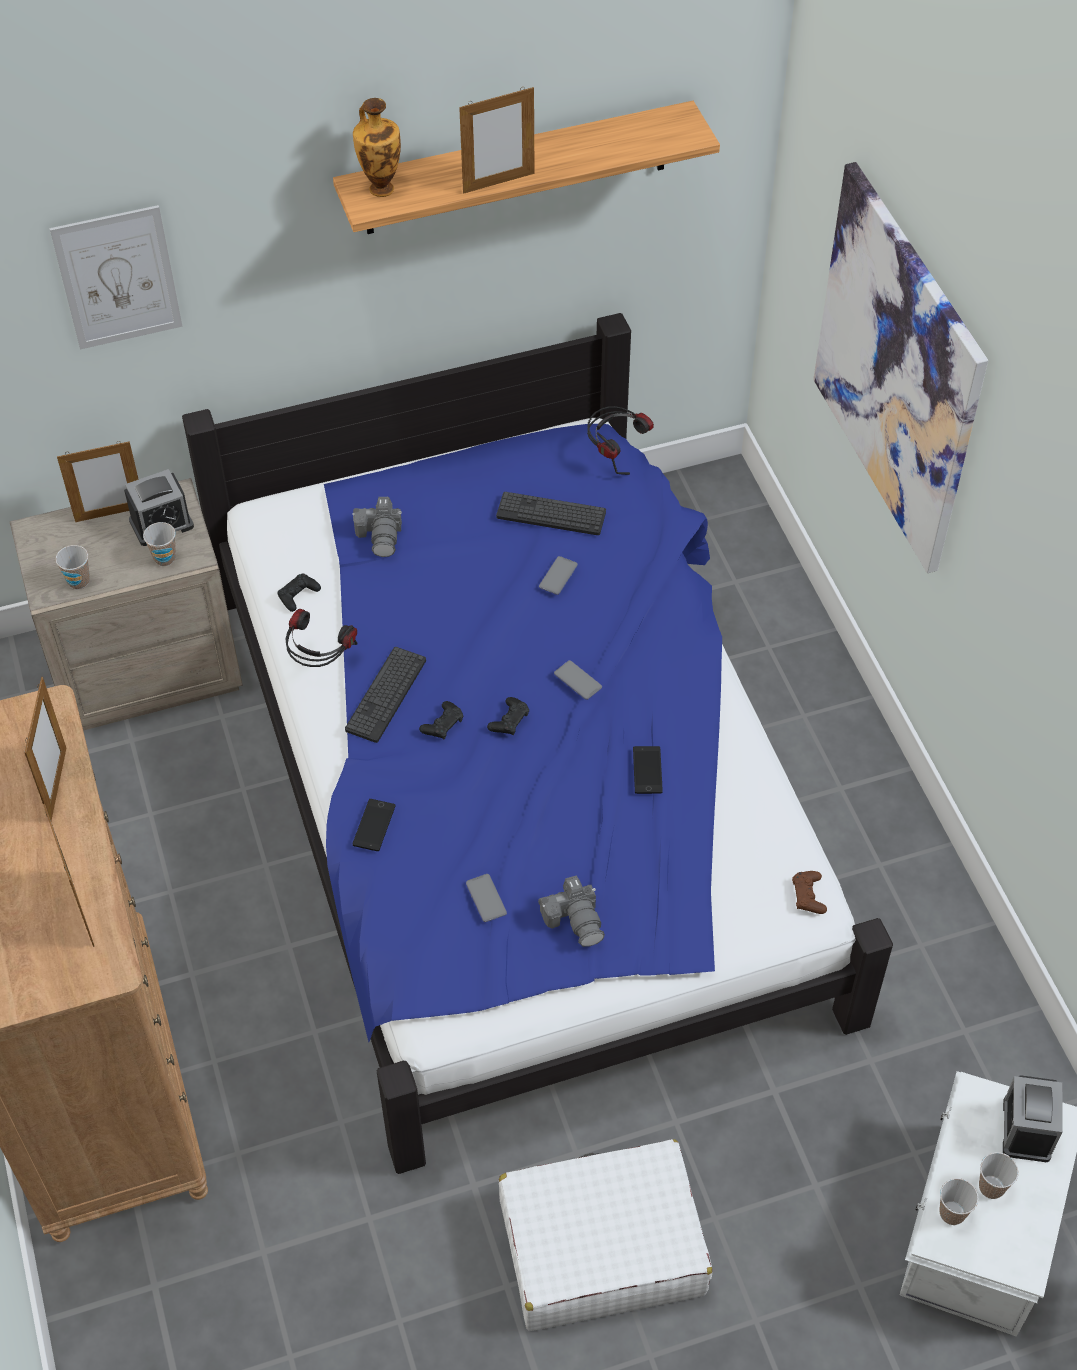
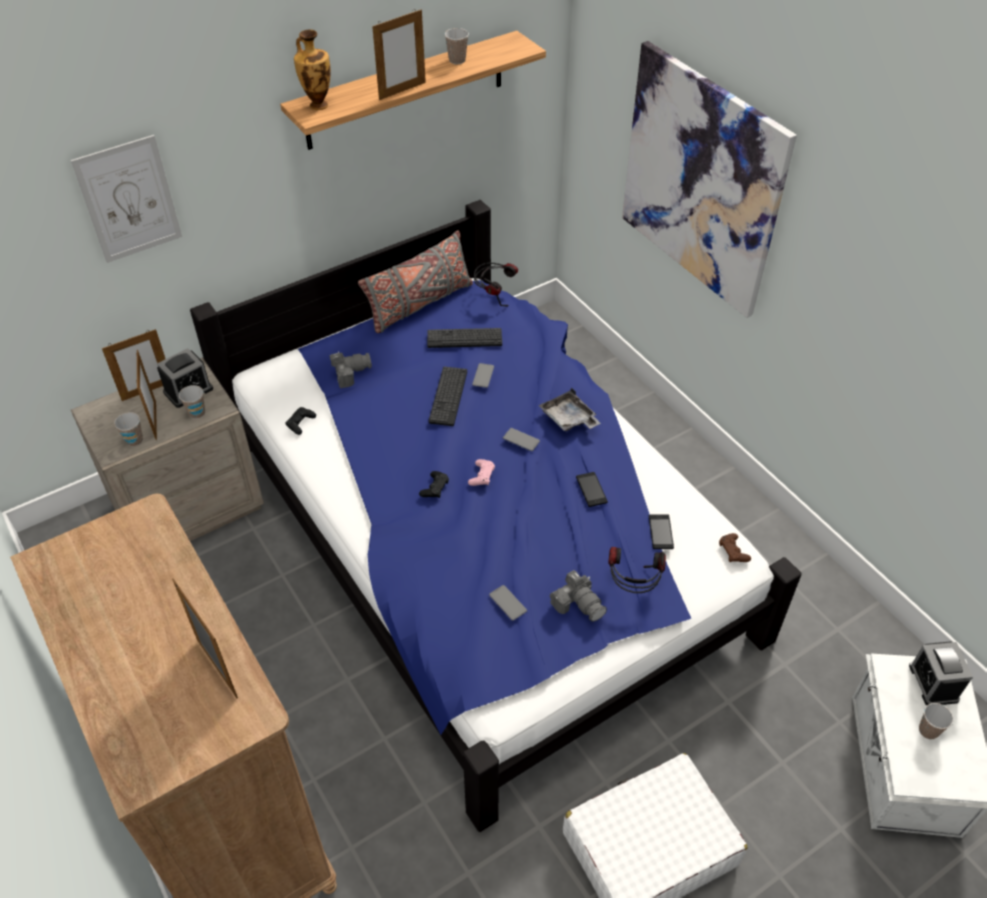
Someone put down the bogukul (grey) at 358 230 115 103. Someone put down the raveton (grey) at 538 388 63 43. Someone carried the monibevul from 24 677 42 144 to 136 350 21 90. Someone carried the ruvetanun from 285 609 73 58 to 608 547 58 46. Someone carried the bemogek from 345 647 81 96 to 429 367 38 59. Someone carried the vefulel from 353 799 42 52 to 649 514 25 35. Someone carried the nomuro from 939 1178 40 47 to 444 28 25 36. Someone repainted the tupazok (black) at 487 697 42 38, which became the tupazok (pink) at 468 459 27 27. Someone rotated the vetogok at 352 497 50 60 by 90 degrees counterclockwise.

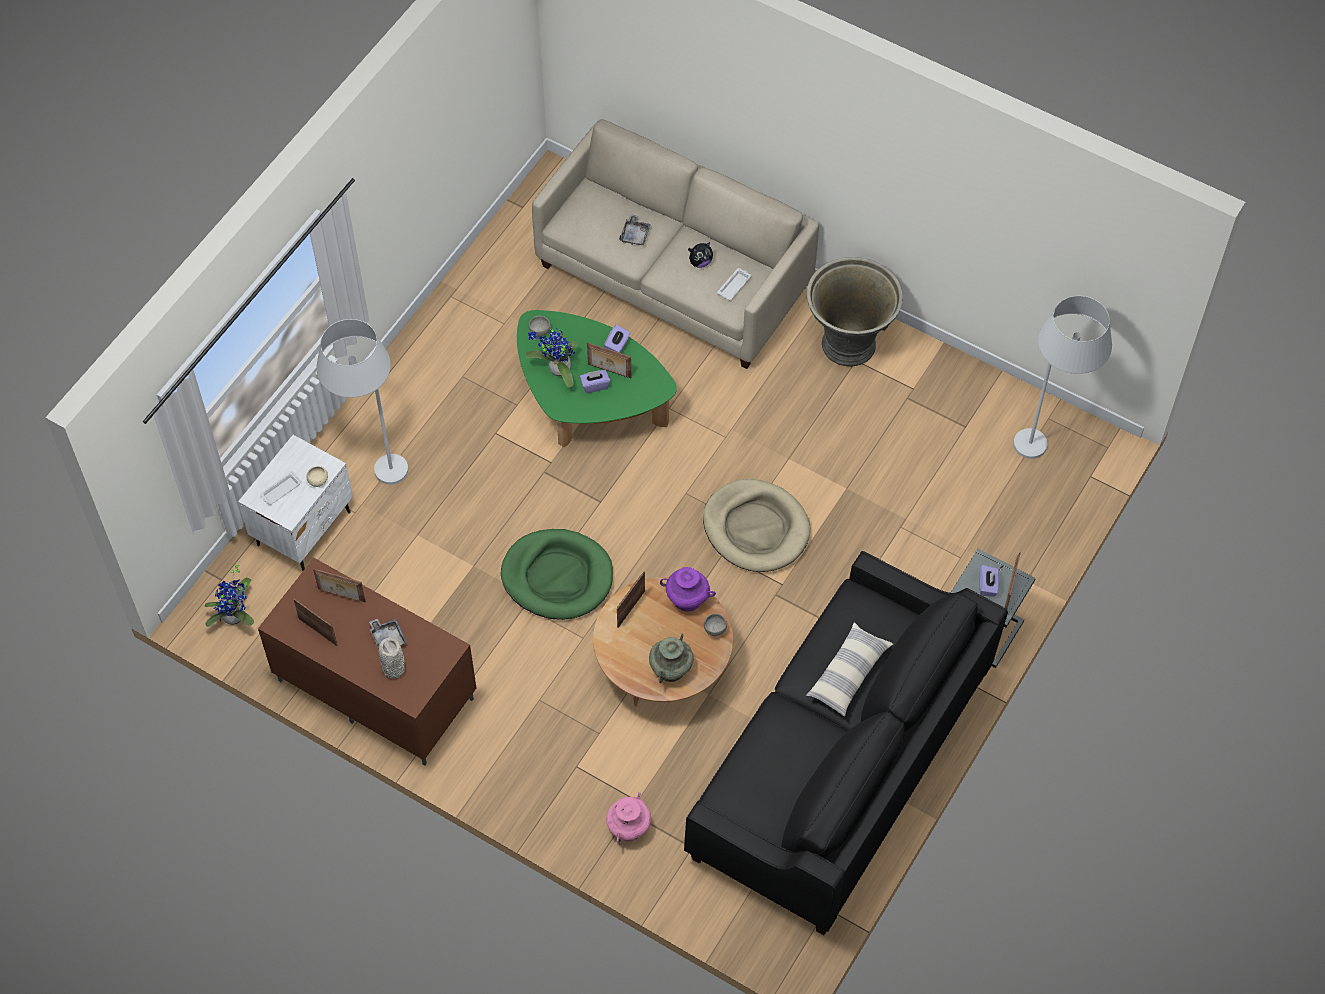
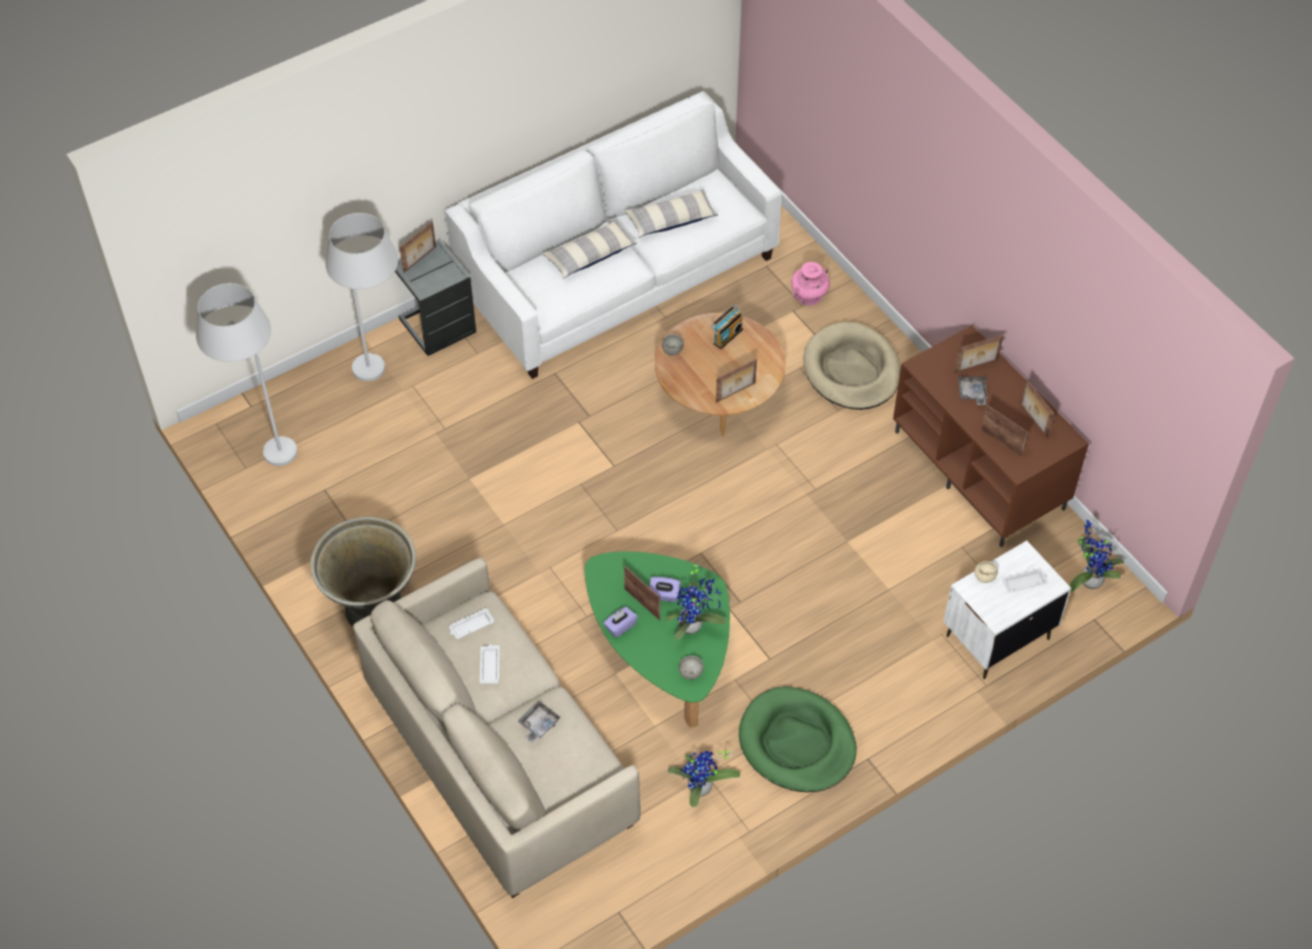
Someone took away the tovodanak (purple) at 660 567 56 44. Someone took away the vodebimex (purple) at 980 565 19 31. Someone put down the bogukul at 624 189 94 49. Someone put down the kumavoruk at 668 750 72 57. Someone carried the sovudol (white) from 316 319 92 166 to 325 213 73 168. Someone carried the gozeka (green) from 501 529 112 91 to 739 687 118 105. Someone carried the gozeka (beige) from 703 479 108 93 to 803 322 98 88. Someone swapped the tovodanak (grey) at 379 637 26 42 for the monibevul at 954 335 49 38. Someone swapped the tovodanak (turquoise) at 649 634 45 49 for the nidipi at 711 305 32 44. Someone swapped the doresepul at 688 242 25 26 for the raveton (white) at 480 644 20 40. Someone repainted the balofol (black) at 684 551 324 384, which became the balofol (white) at 444 91 338 288.

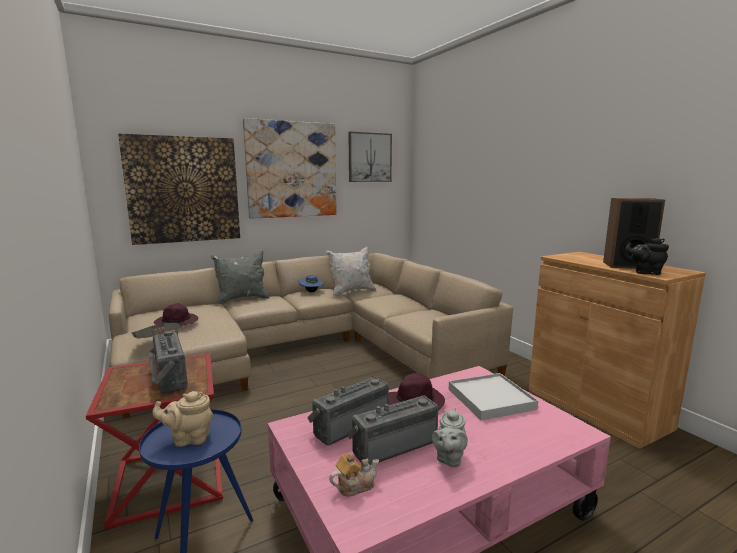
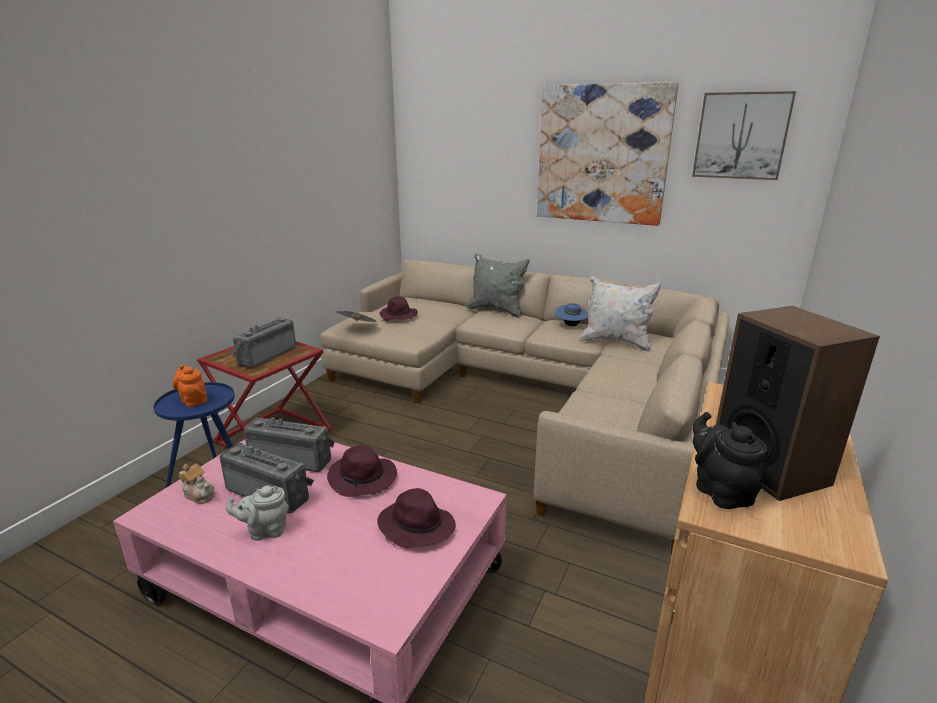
Someone took away the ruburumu at 118 134 122 111. Someone swapped the raveton (white) at 449 373 89 47 for the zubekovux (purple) at 377 488 79 60. Someone repainted the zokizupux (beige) at 152 391 61 56, which became the zokizupux (orange) at 173 365 34 42.

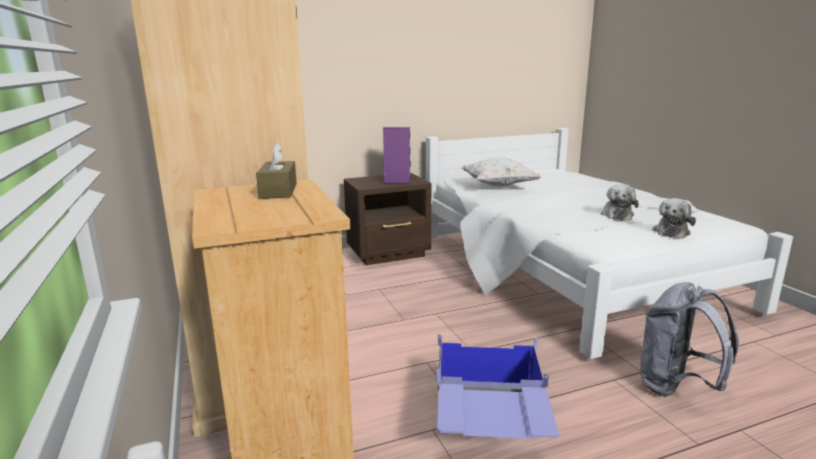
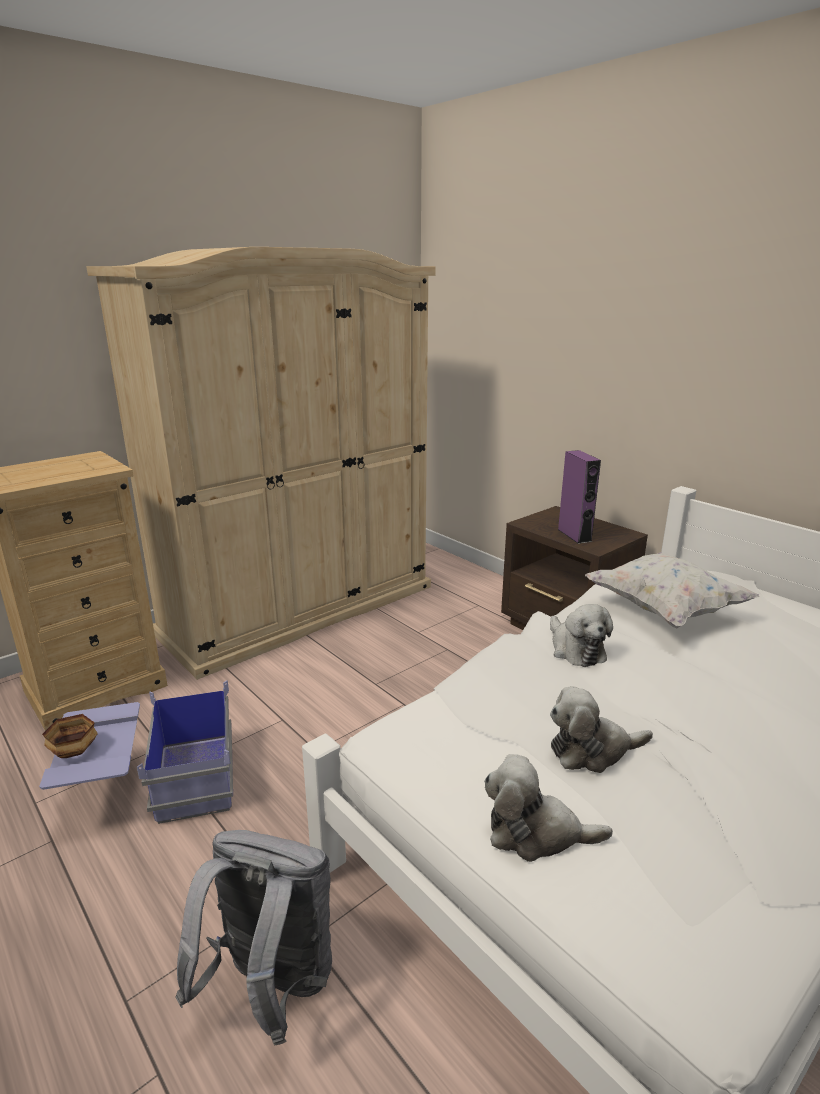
Someone took away the vodebimex (brown) at 256 142 41 57. Someone put down the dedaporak at 42 714 56 44. Someone put down the doresepul at 550 604 63 63.

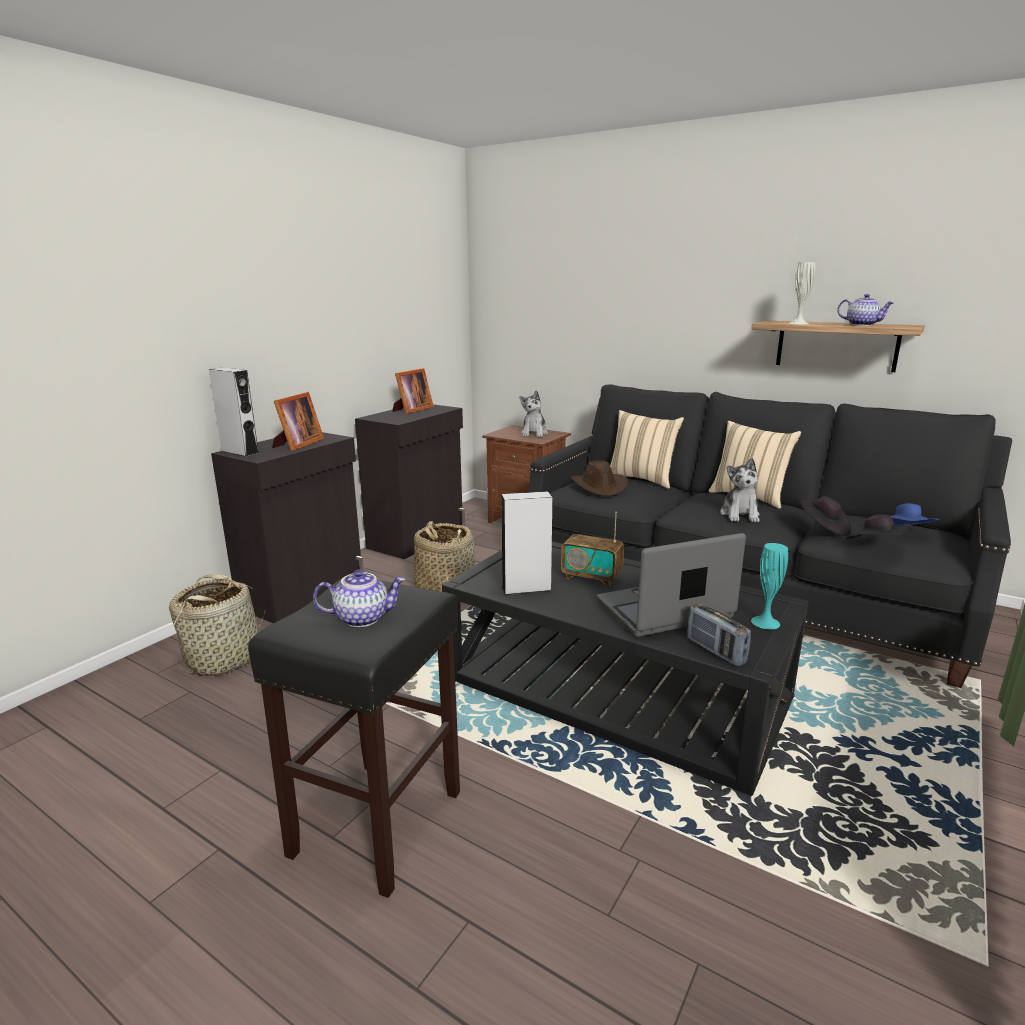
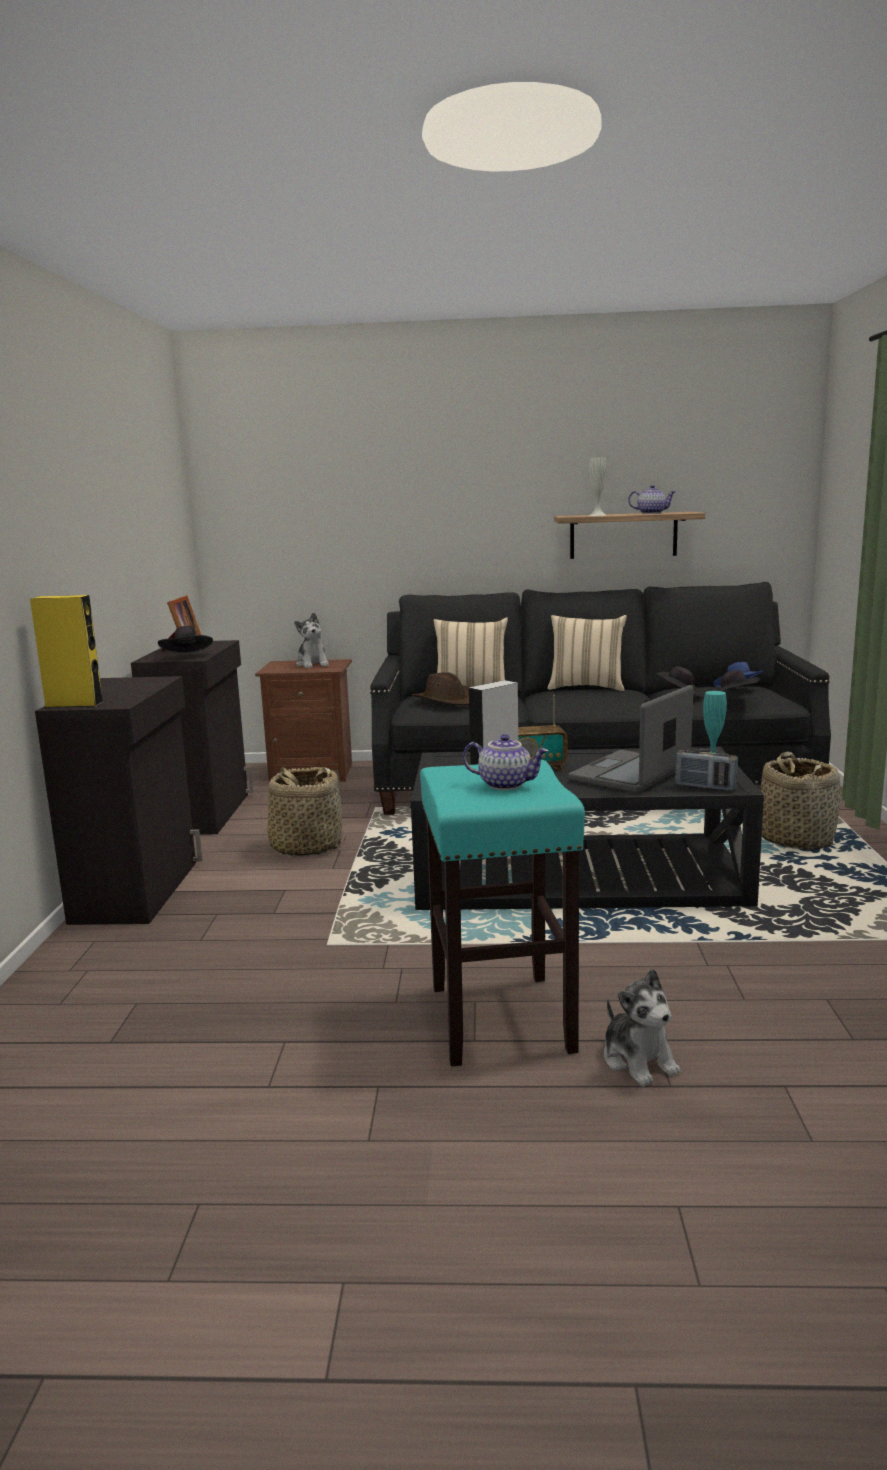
Someone took away the monibevul at 272 392 52 59. Someone put down the zubekovux (black) at 158 626 55 27. Someone carried the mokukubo from 169 574 96 102 to 761 751 80 99. Someone carried the doresepul from 720 458 40 64 to 604 969 77 117. Someone repainted the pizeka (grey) at 209 367 50 90, which became the pizeka (yellow) at 30 595 73 113. Someone repainted the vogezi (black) at 248 575 212 323, which became the vogezi (turquoise) at 420 760 165 306. Someone rotated the zokizupux at 313 570 93 57 by 60 degrees clockwise.

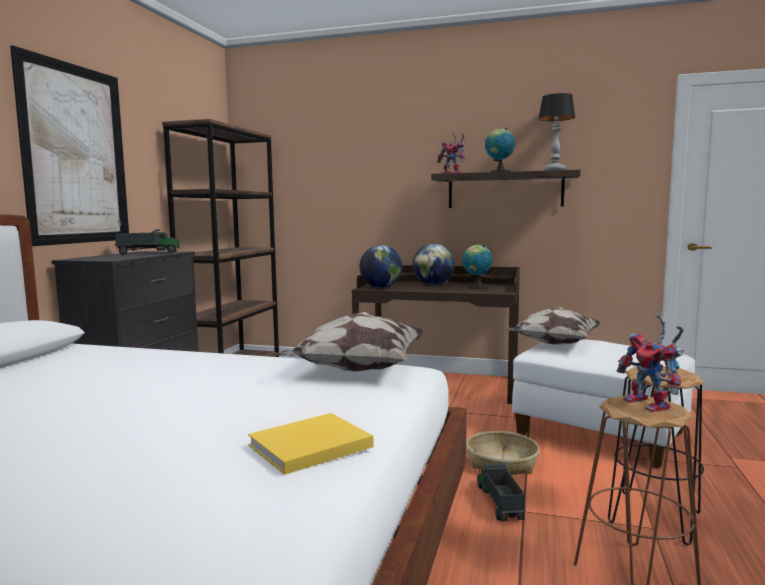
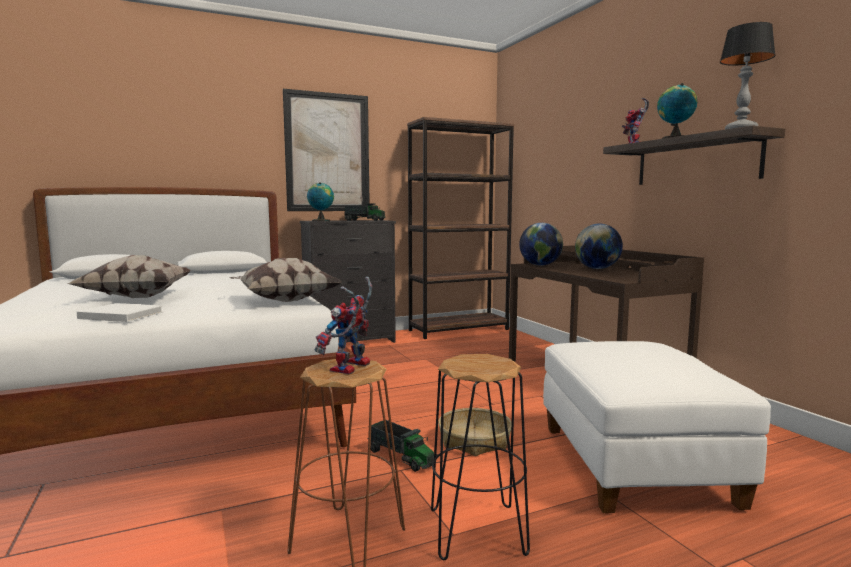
Someone carried the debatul from 462 245 31 44 to 307 182 27 40. Someone carried the bogukul from 505 307 96 38 to 67 255 124 43. Someone repainted the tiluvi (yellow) at 248 413 125 62, which became the tiluvi (white) at 77 303 86 19. Someone rotated the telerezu at 477 464 49 58 by 90 degrees clockwise.

